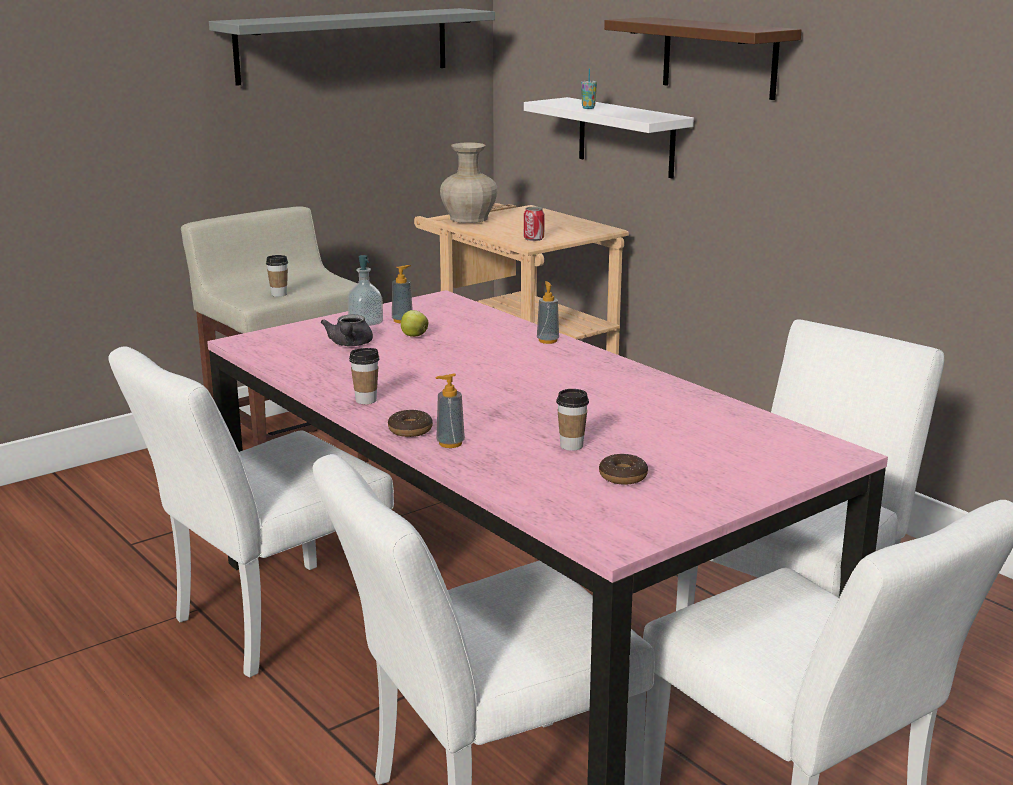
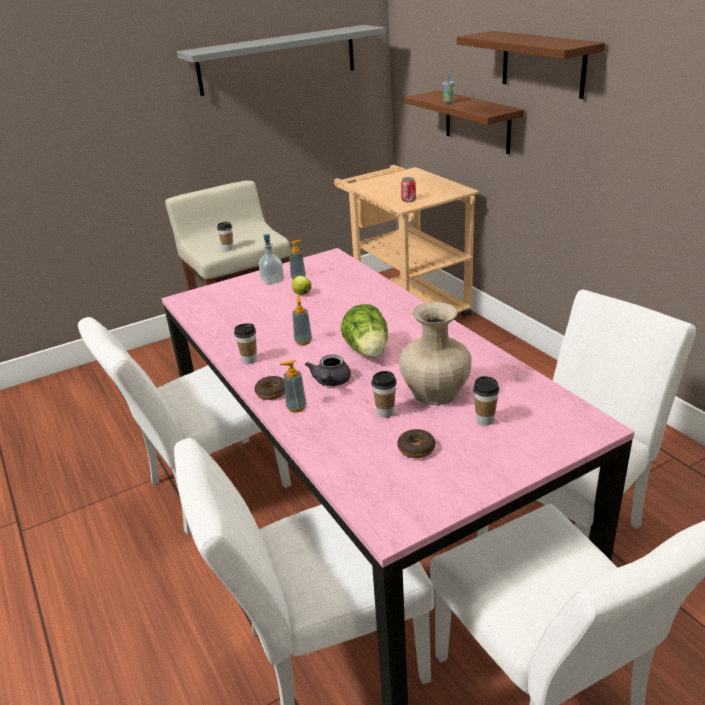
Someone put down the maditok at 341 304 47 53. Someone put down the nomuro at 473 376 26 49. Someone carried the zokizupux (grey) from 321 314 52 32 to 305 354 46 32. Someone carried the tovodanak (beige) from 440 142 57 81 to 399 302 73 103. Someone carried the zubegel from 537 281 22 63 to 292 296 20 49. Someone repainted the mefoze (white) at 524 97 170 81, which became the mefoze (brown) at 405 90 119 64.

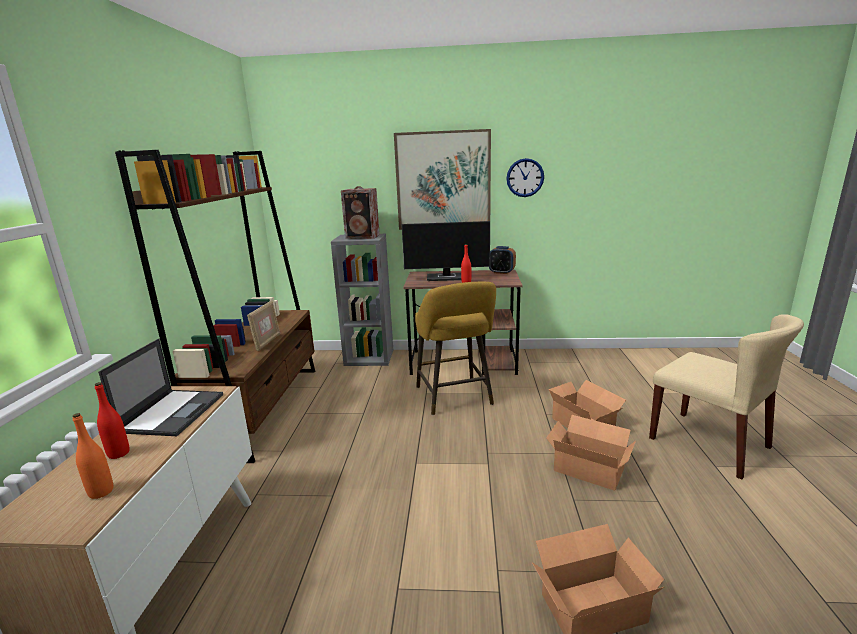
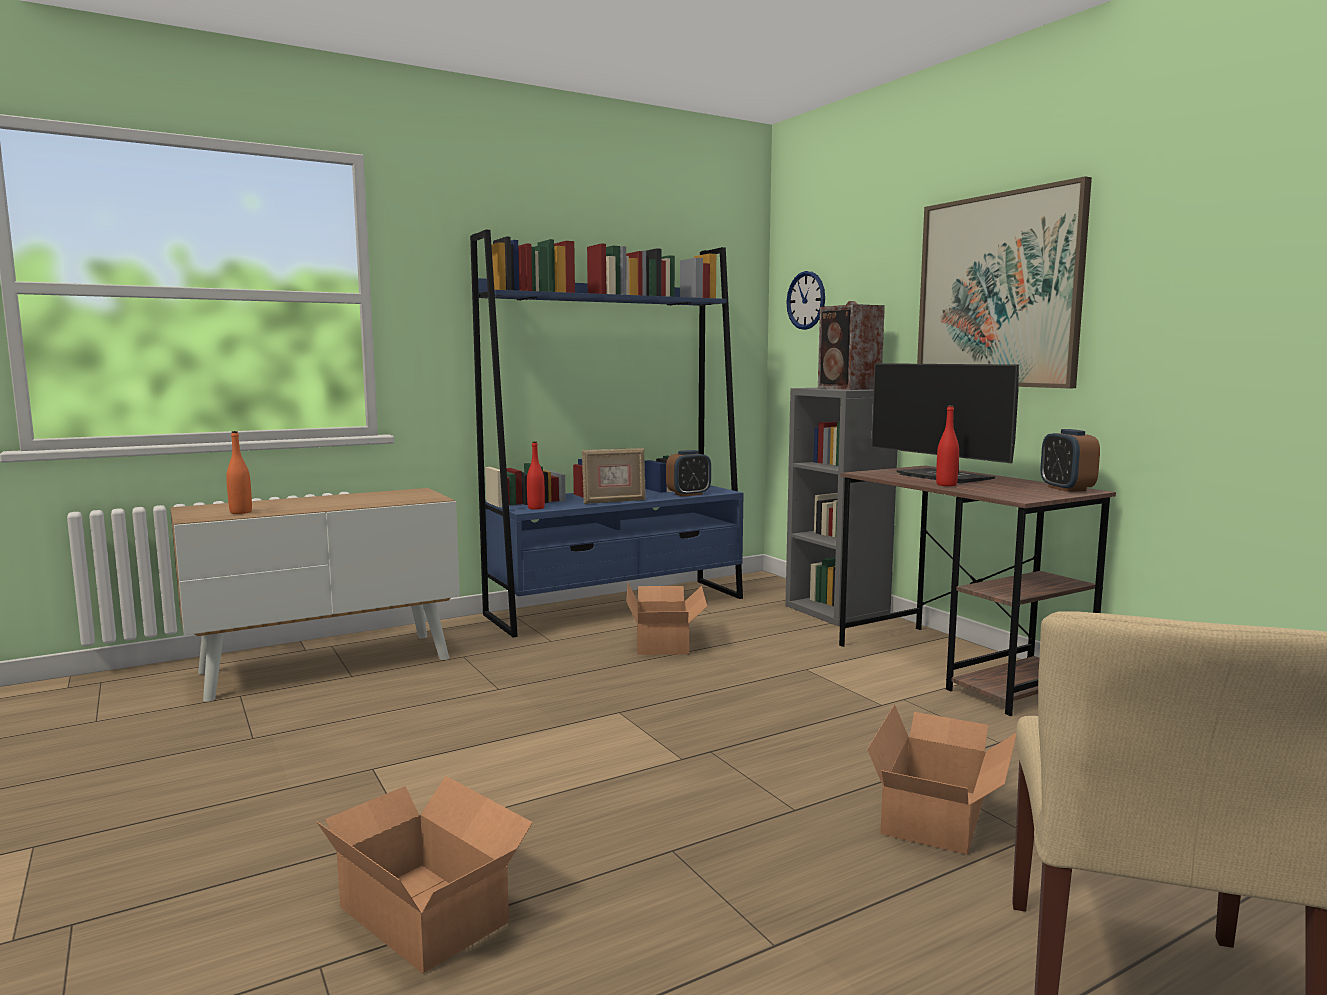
Someone took away the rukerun at 98 338 125 98. Someone took away the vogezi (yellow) at 415 282 81 133. Someone put down the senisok at 666 450 45 47. Someone carried the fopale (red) from 95 382 35 77 to 527 441 18 69. Someone carried the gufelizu from 506 158 38 39 to 786 271 39 59. Someone carried the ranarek from 546 415 90 76 to 626 583 81 72. Someone repainted the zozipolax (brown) at 115 150 200 313, which became the zozipolax (blue) at 470 230 274 408.

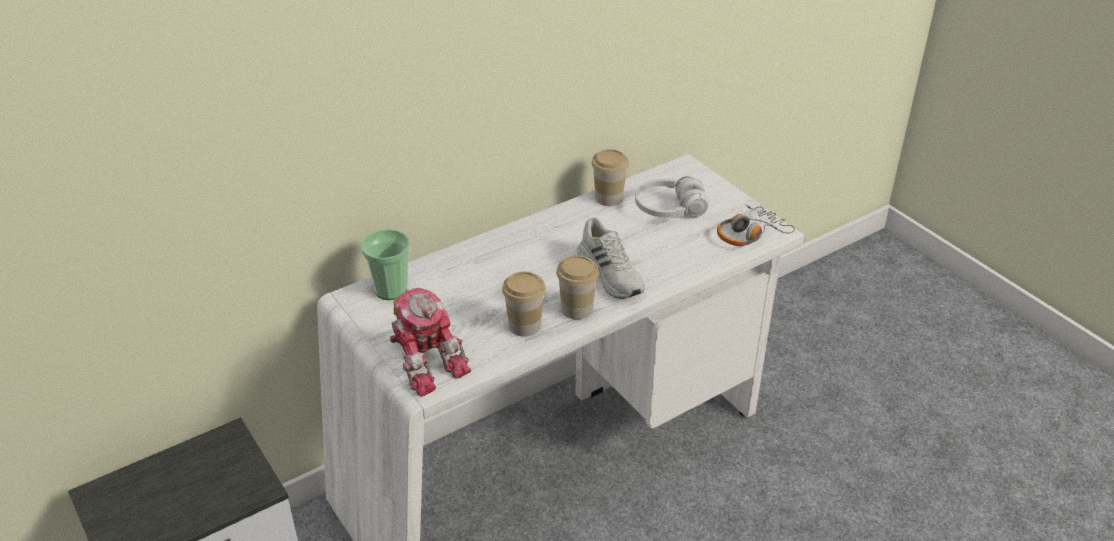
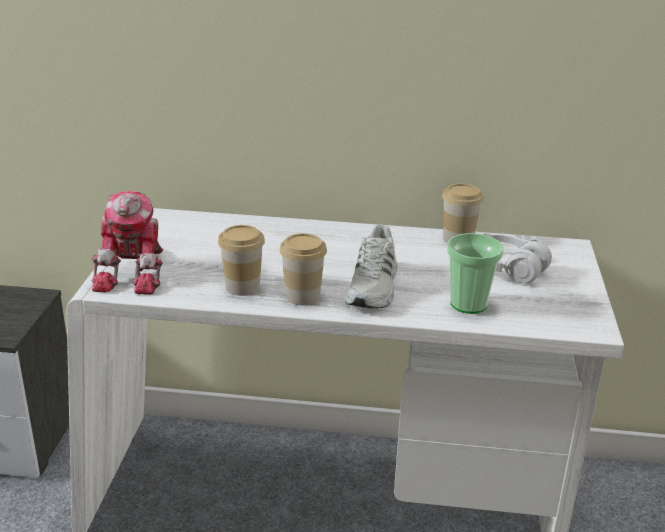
Someone took away the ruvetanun at 717 205 78 41. Someone carried the nomuro from 361 229 49 71 to 447 233 57 81.

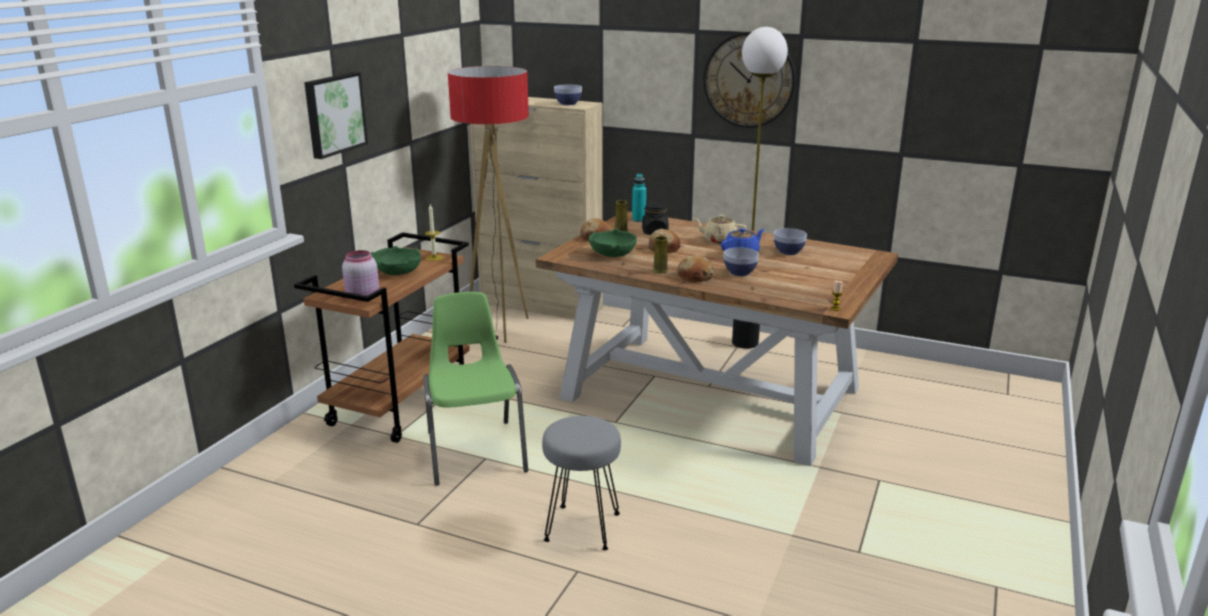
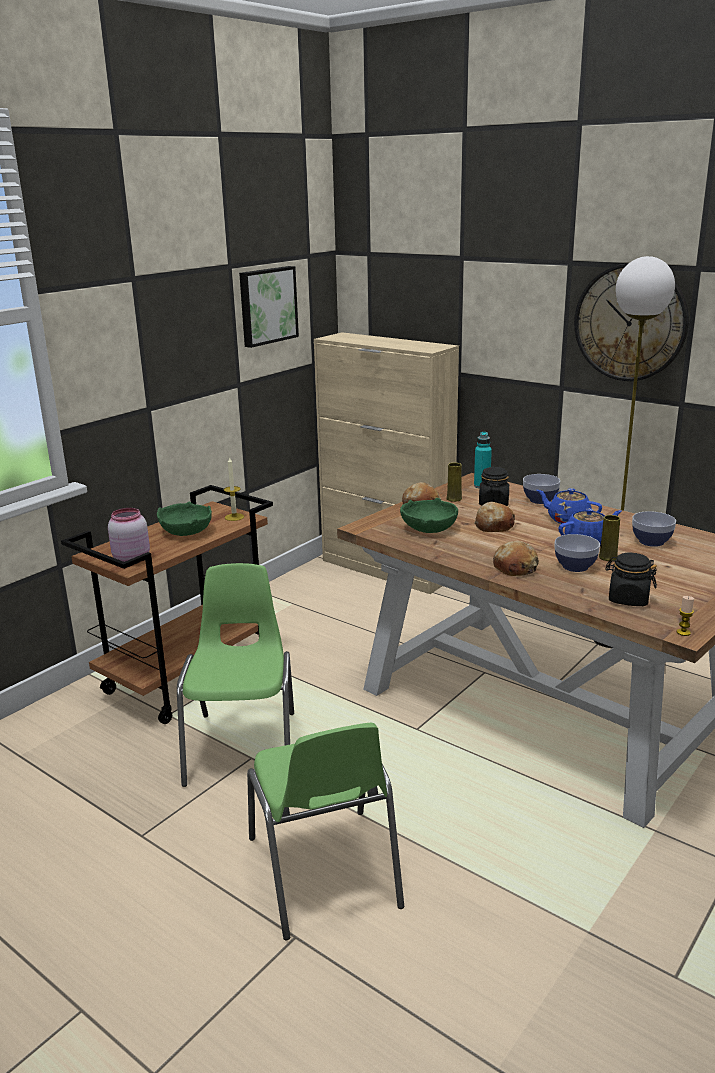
Someone took away the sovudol at 448 66 81 277. Someone put down the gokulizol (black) at 605 553 52 53. Someone carried the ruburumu from 304 72 64 87 to 239 266 60 82. Someone carried the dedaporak from 554 85 28 20 to 523 474 37 30. Someone carried the tovodanak (yellow) from 653 236 15 37 to 599 515 21 46. Someone swapped the vogezi (grey) at 542 416 79 134 for the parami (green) at 247 723 157 217. Someone repainted the zokizupux (beige) at 693 215 54 29, which became the zokizupux (blue) at 537 488 65 36.

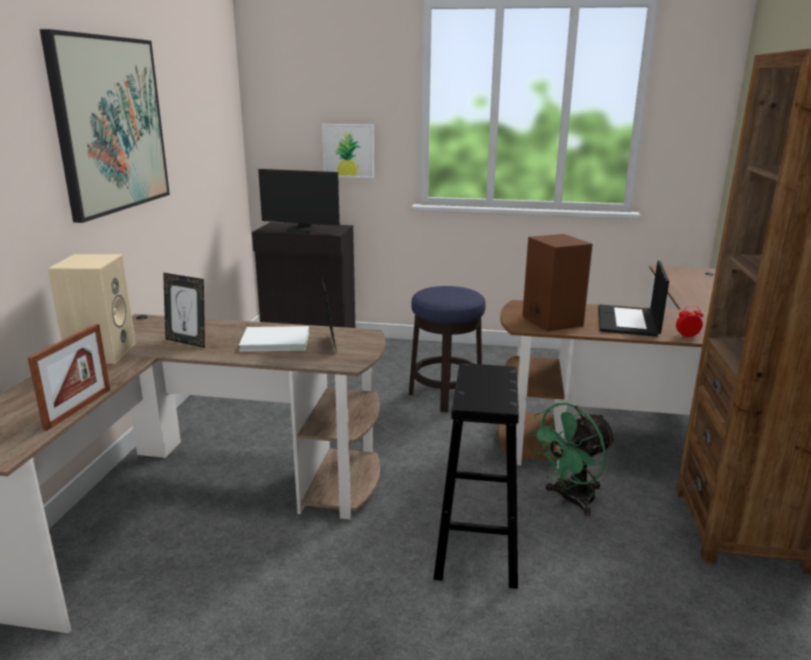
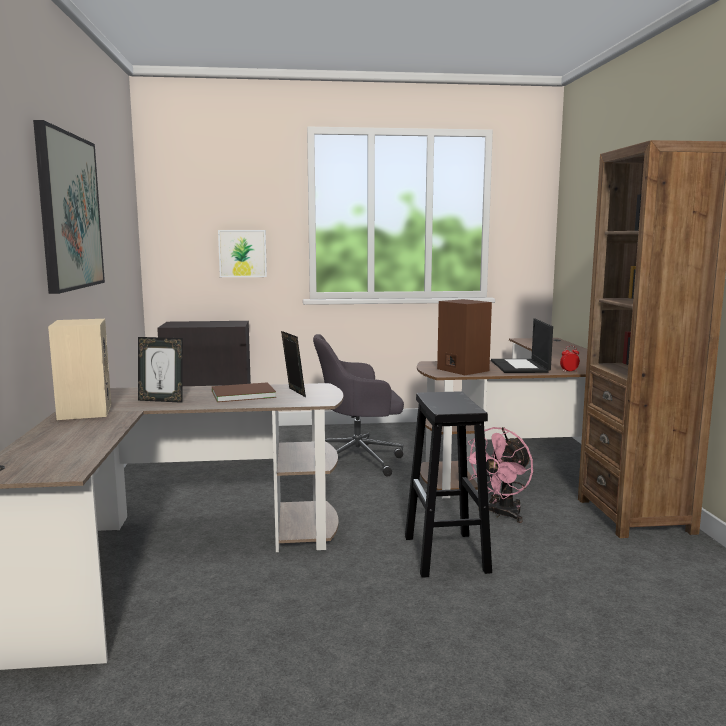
Someone took away the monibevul at 28 324 82 107. Someone took away the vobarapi at 258 169 82 64. Someone swapped the vogezi at 409 286 77 126 for the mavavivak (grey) at 313 334 91 143. Someone repainted the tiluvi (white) at 239 326 70 26, which became the tiluvi (brown) at 212 382 64 20. Someone repainted the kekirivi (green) at 528 403 88 113, which became the kekirivi (pink) at 467 427 66 96.

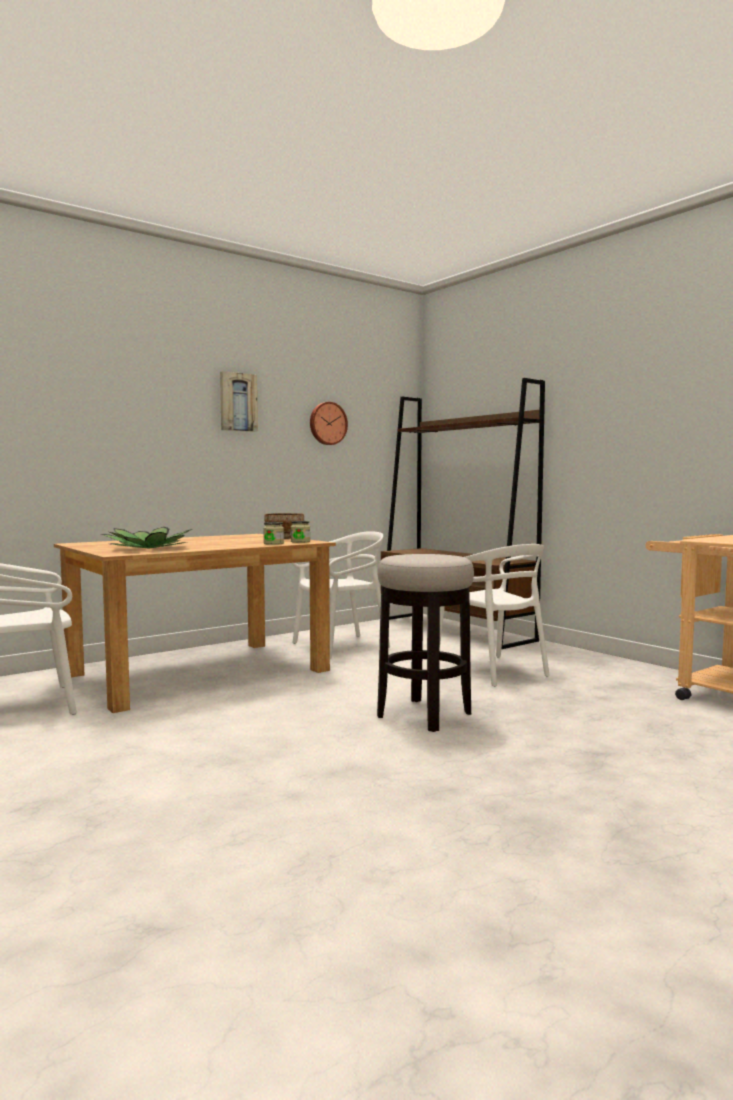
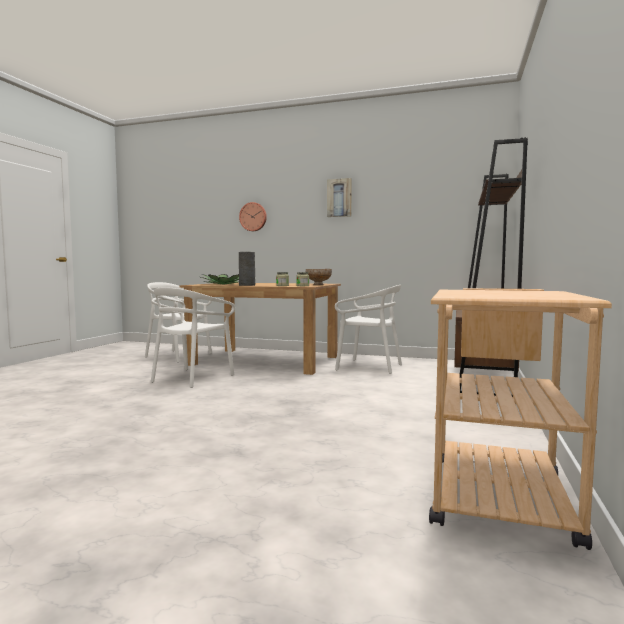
Someone took away the vogezi at 377 554 97 178. Someone put down the tovodanak (grey) at 239 252 16 34. Someone carried the gufelizu from 310 402 38 43 to 239 202 28 29. Someone carried the parami (white) from 440 544 110 143 to 151 288 84 100.

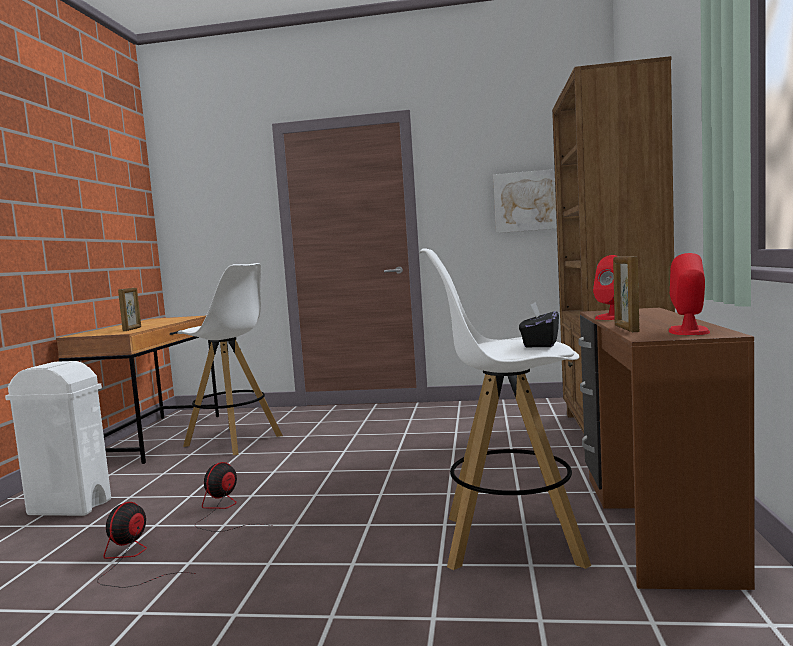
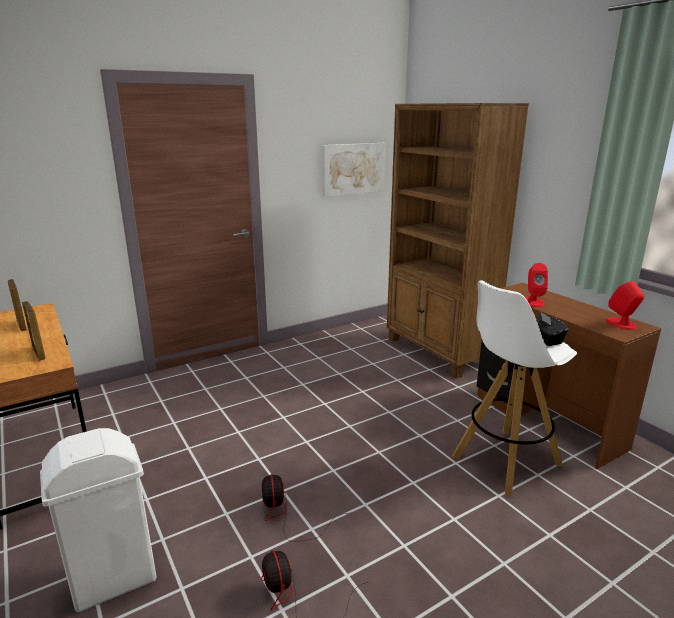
Someone took away the vogezi (white) at 177 263 106 192. Someone carried the monibevul from 613 256 27 76 to 8 279 19 52.

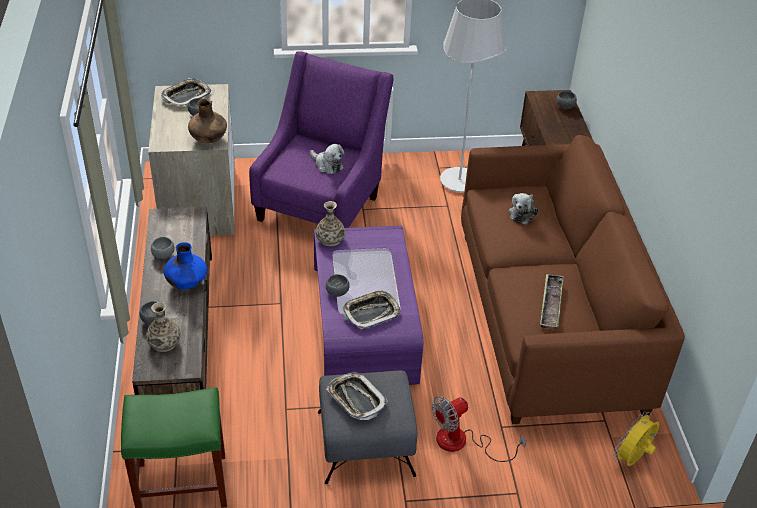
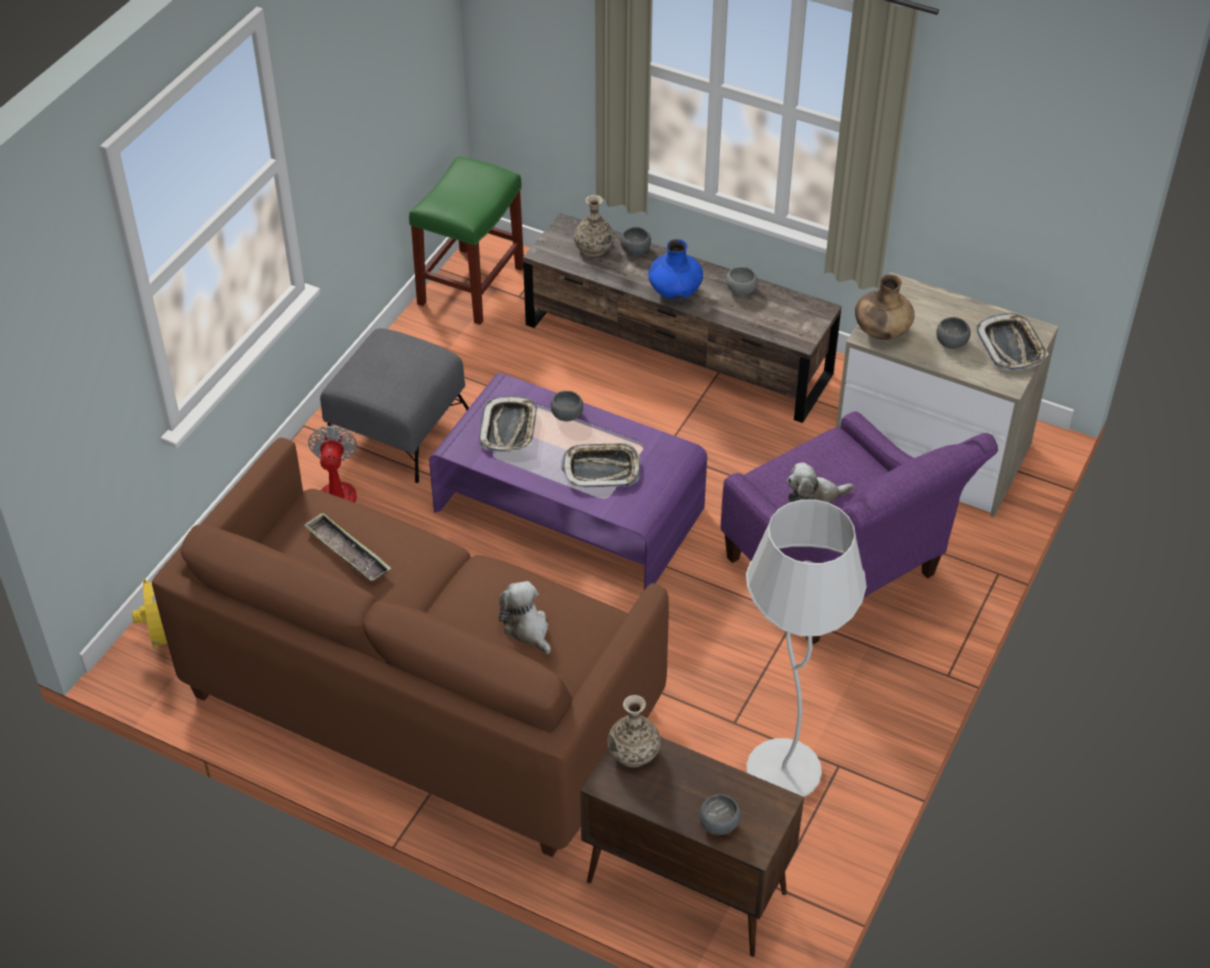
Someone carried the tovodanak from 316 201 29 46 to 607 695 53 72. Someone carried the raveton from 327 372 61 48 to 561 443 80 45.

